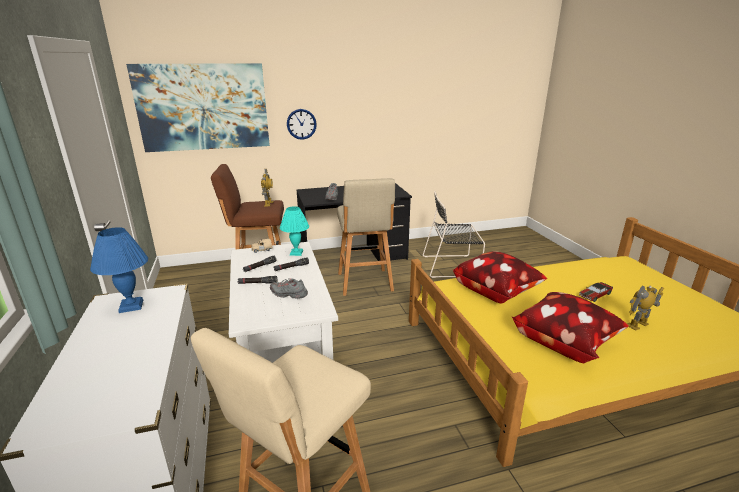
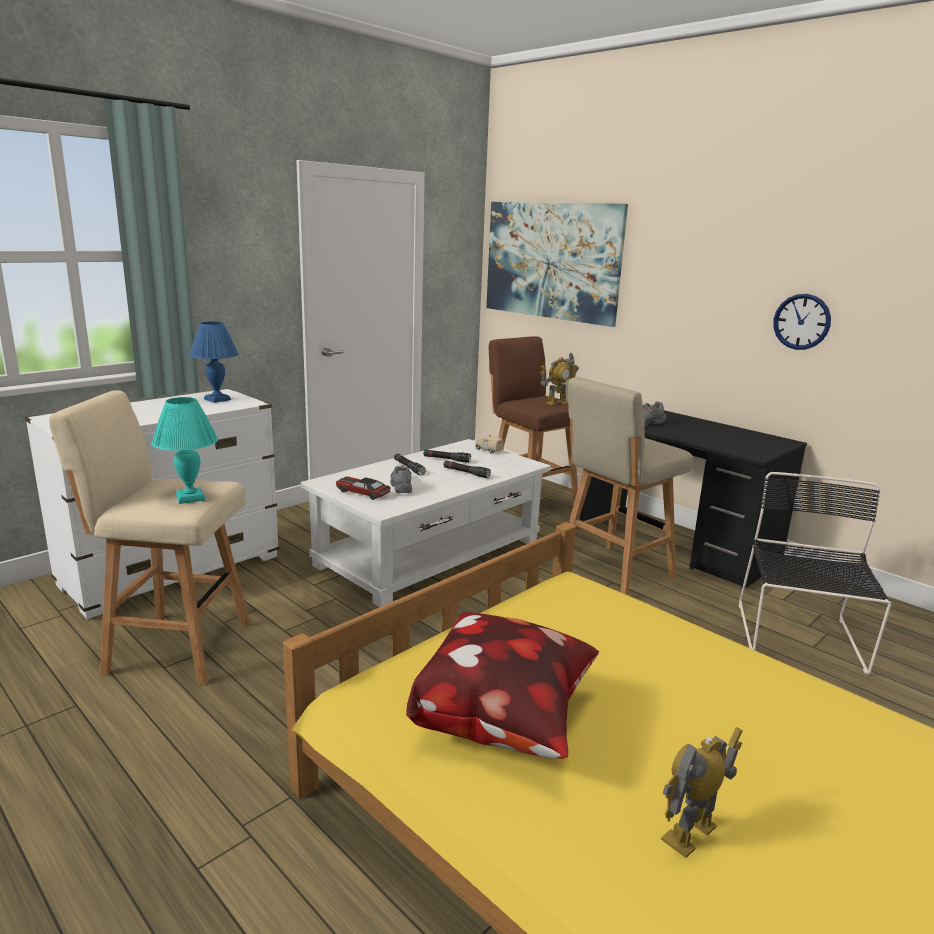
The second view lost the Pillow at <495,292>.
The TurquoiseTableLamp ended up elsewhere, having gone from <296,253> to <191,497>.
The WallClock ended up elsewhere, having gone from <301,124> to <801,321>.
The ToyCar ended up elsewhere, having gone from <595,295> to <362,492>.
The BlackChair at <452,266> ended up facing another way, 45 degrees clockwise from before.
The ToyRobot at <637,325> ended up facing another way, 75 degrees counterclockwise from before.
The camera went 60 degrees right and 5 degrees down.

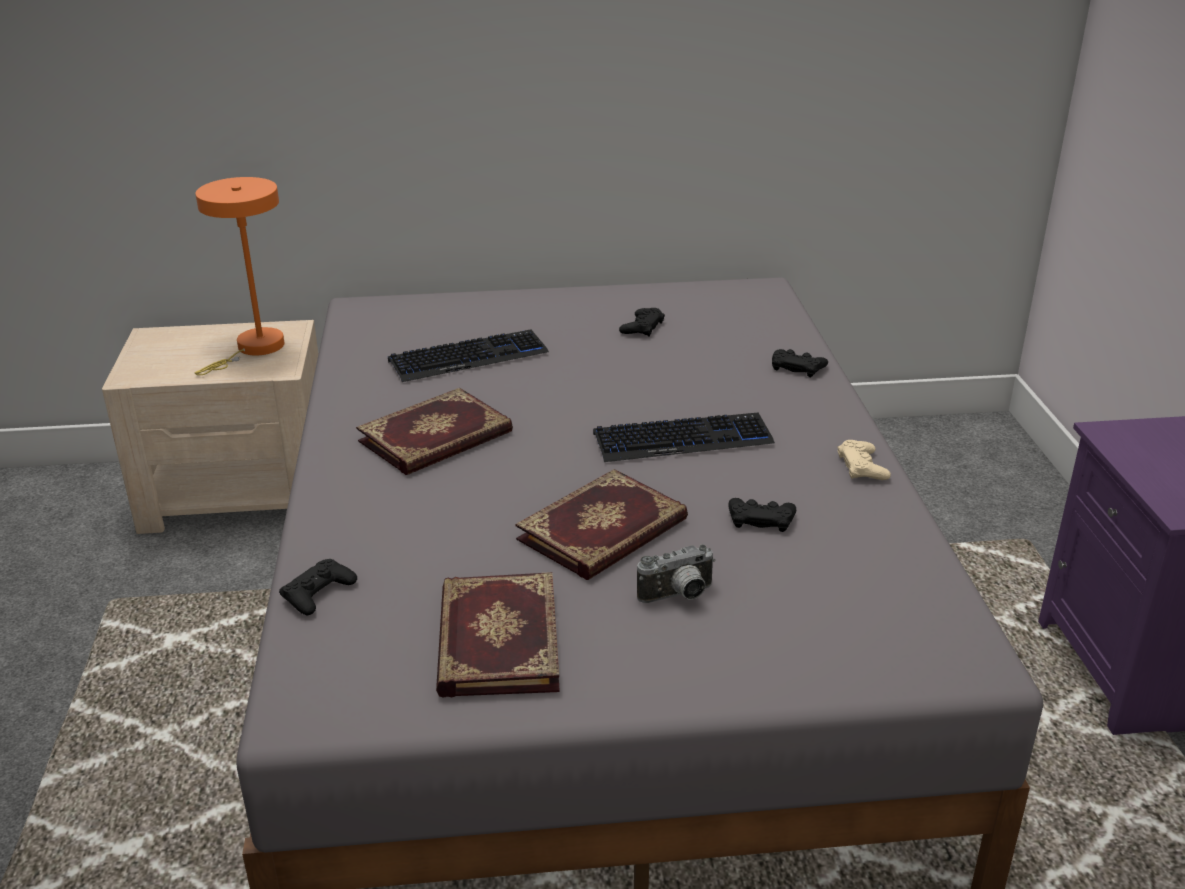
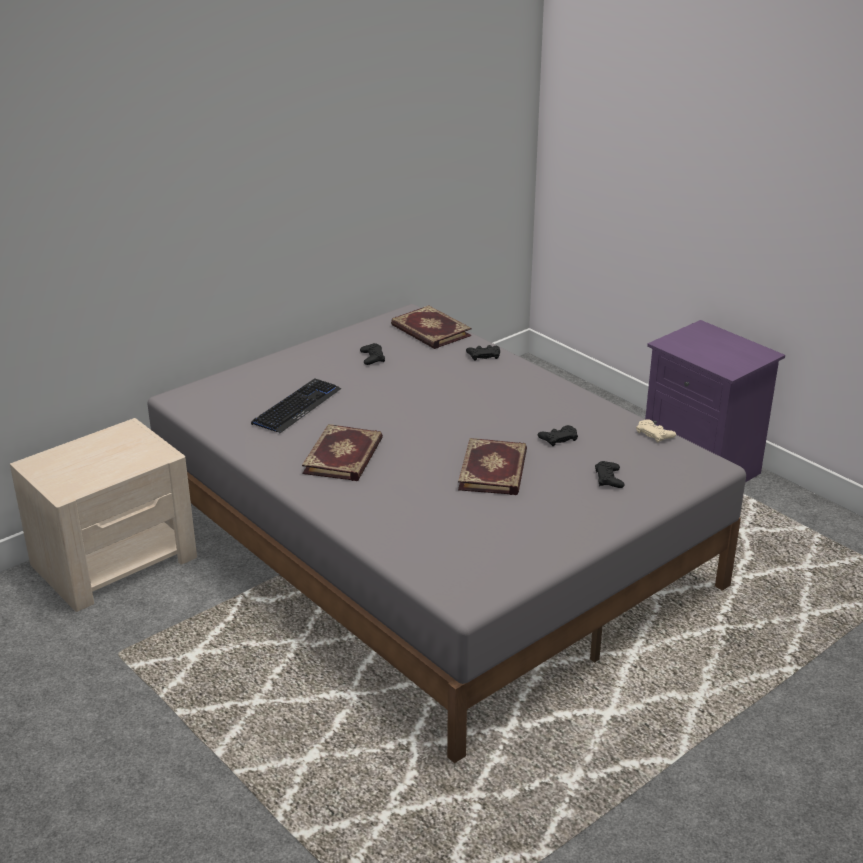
The second view lost the OrangeTableLamp at <255,349>.
The second view lost the Keyboard at <683,440>.
The second view lost the PhotoCamera at <679,596>.
The BlackGameController ended up elsewhere, having gone from <318,593> to <609,478>.
The Book ended up elsewhere, having gone from <495,640> to <430,331>.
The BeigeGameController ended up elsewhere, having gone from <862,466> to <654,434>.
The camera went 35 degrees left and 0 degrees up.

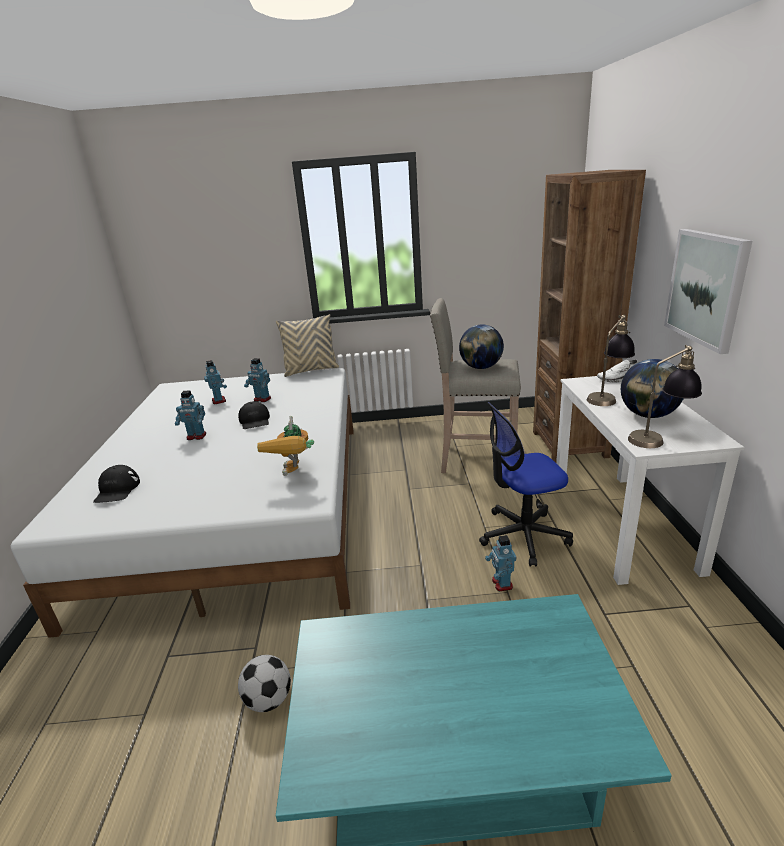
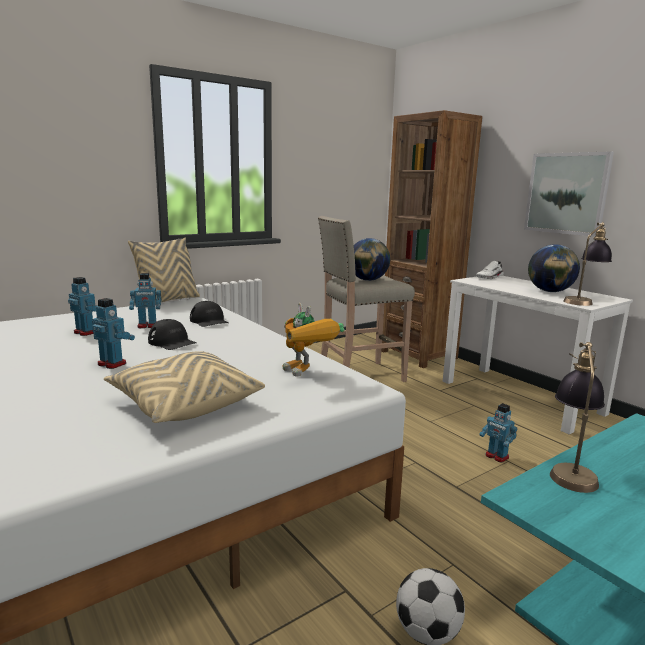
The second view lost the OfficeChair at <523,535>.
The second view gained the BeigePillow at <184,404>.
The BlackCap ended up elsewhere, having gone from <117,490> to <209,321>.
The TableLamp ended up elsewhere, having gone from <608,397> to <571,469>.
The ToyRobot at <196,436> ended up facing another way, 120 degrees counterclockwise from before.
The camera went 35 degrees left and 10 degrees down.

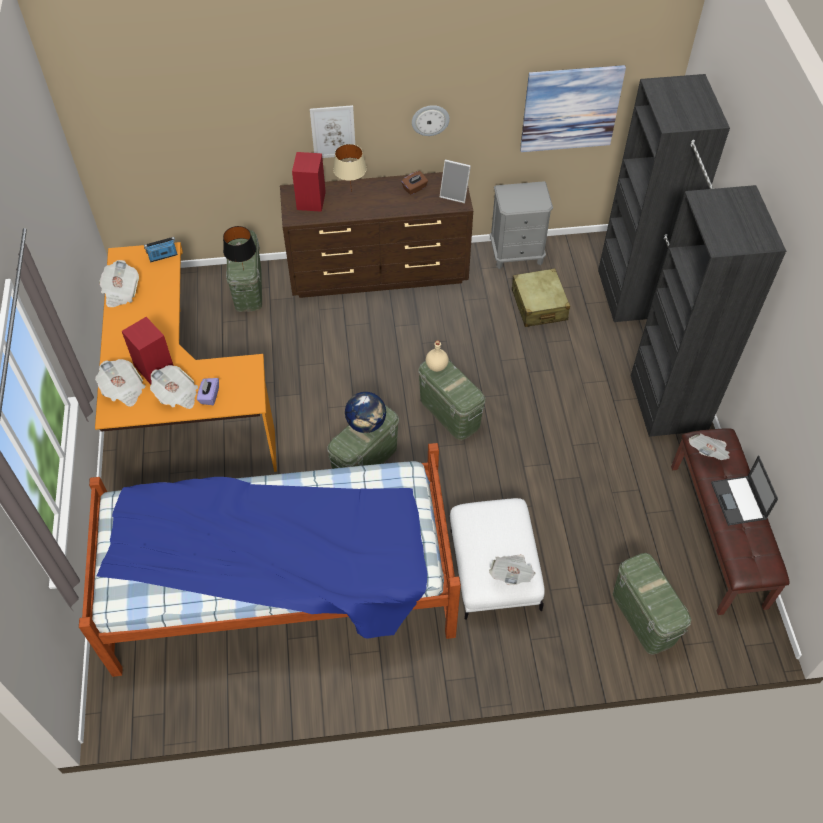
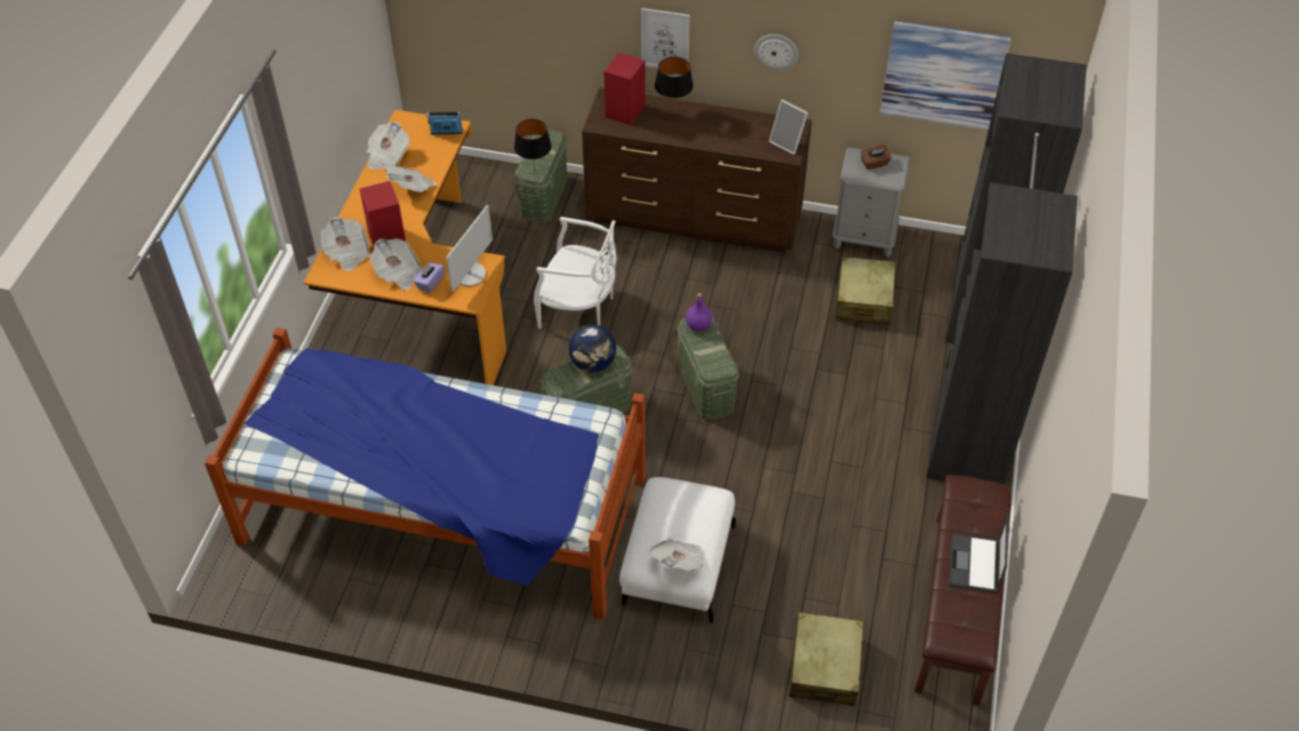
The second view gained the Monitor at <470,274>.
The second view gained the WhiteChair at <579,308>.
The BrownTissueBox ended up elsewhere, having gone from <414,188> to <874,163>.
The Newspaper ended up elsewhere, having gone from <708,453> to <413,188>.
Where the GreenStorageBox stood at <643,617>, the BeigeSuitcase came to stand at <825,666>.
What was the BeigeTableLamp at <351,192> turned into the BlackTableLamp at <673,112>.
What was the BeigeBottle at <436,366> turned into the PurpleBottle at <697,326>.
The camera went 20 degrees right and 5 degrees down.

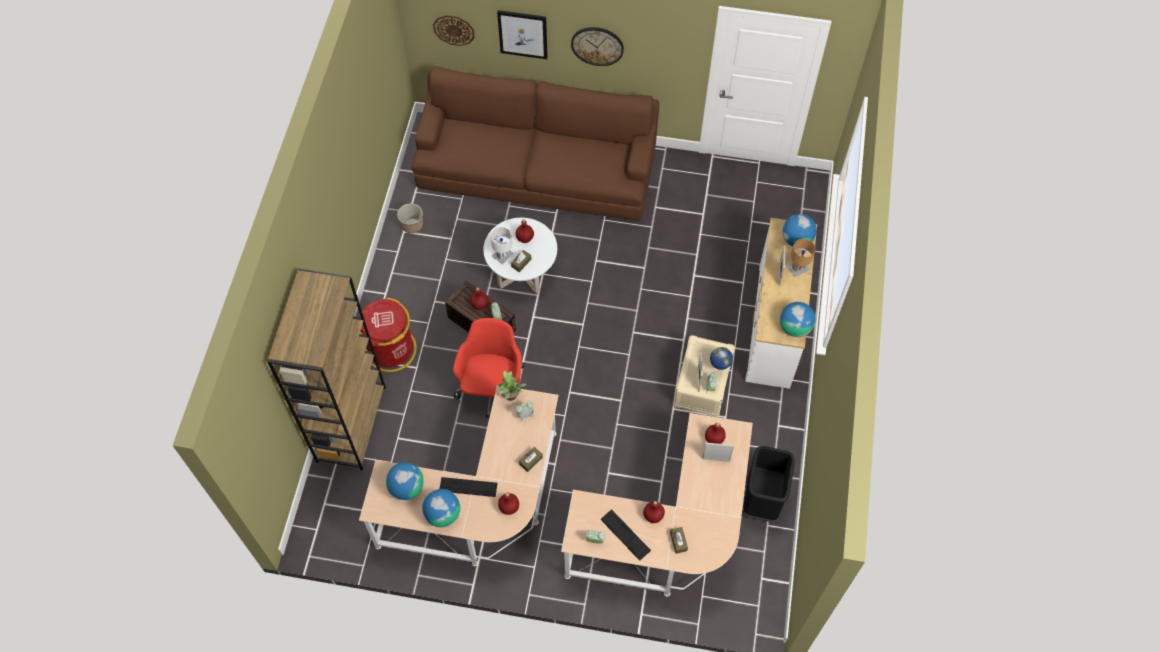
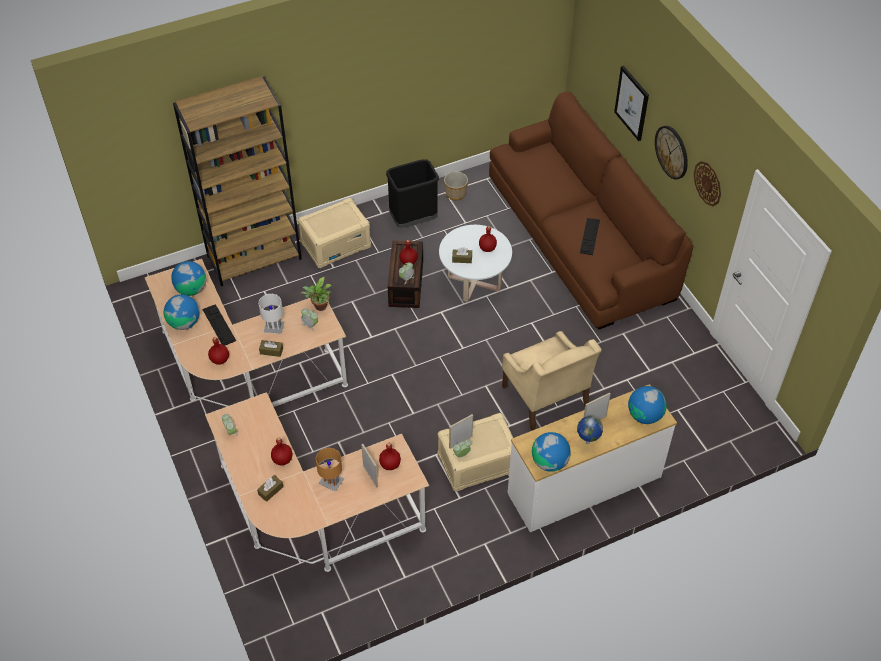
The second view lost the RedOfficeChair at <493,389>.
The second view gained the BeigeArmchair at <545,397>.
The WallClock ended up elsewhere, having gone from <454,30> to <708,183>.
The WhiteTableLamp ended up elsewhere, having gone from <502,255> to <274,328>.
The Keyboard ended up elsewhere, having gone from <625,535> to <589,236>.
The Globe ended up elsewhere, having gone from <718,368> to <587,442>.
The BlackTrashCan ended up elsewhere, having gone from <761,500> to <413,219>.
The BrownTableLamp ended up elsewhere, having gone from <798,269> to <331,482>.
Where the RedTrashCan stood at <391,350>, the BeigeStorageBox came to stand at <336,244>.
The camera went 55 degrees right and 10 degrees down.

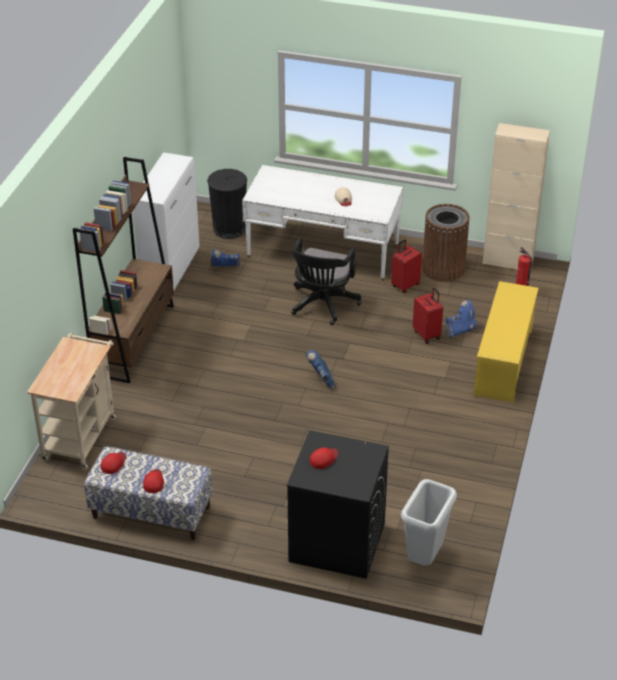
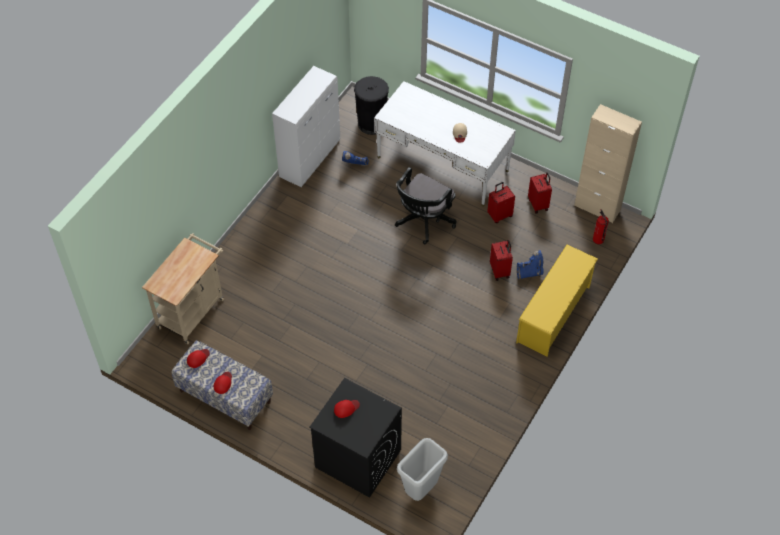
The second view lost the BrownBookcase at <134,340>.
The second view lost the BlueBoot at <322,379>.
Where the BrownTrashCan stood at <443,269>, the RedSuitcase came to stand at <538,204>.
The camera went 15 degrees right and 15 degrees up.

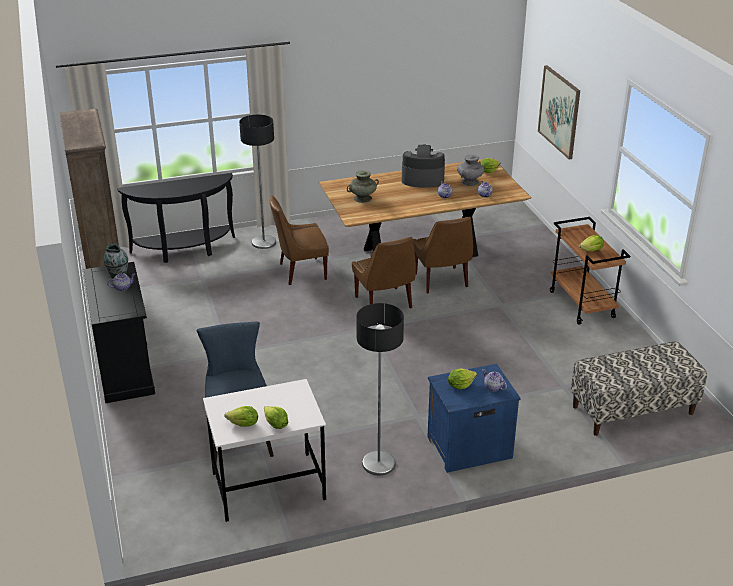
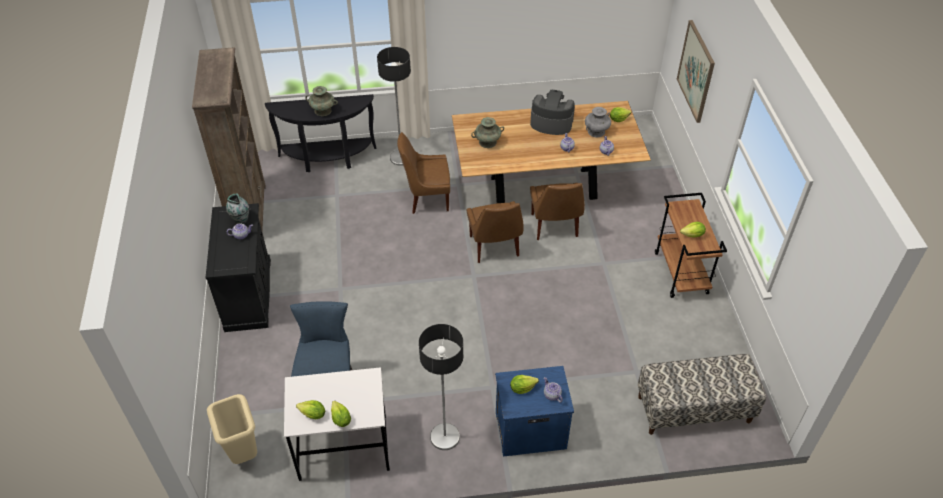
The second view gained the BeigeTrashCan at <244,454>.
The second view gained the TurquoiseVase at <323,111>.
The camera went 10 degrees right and 15 degrees up.

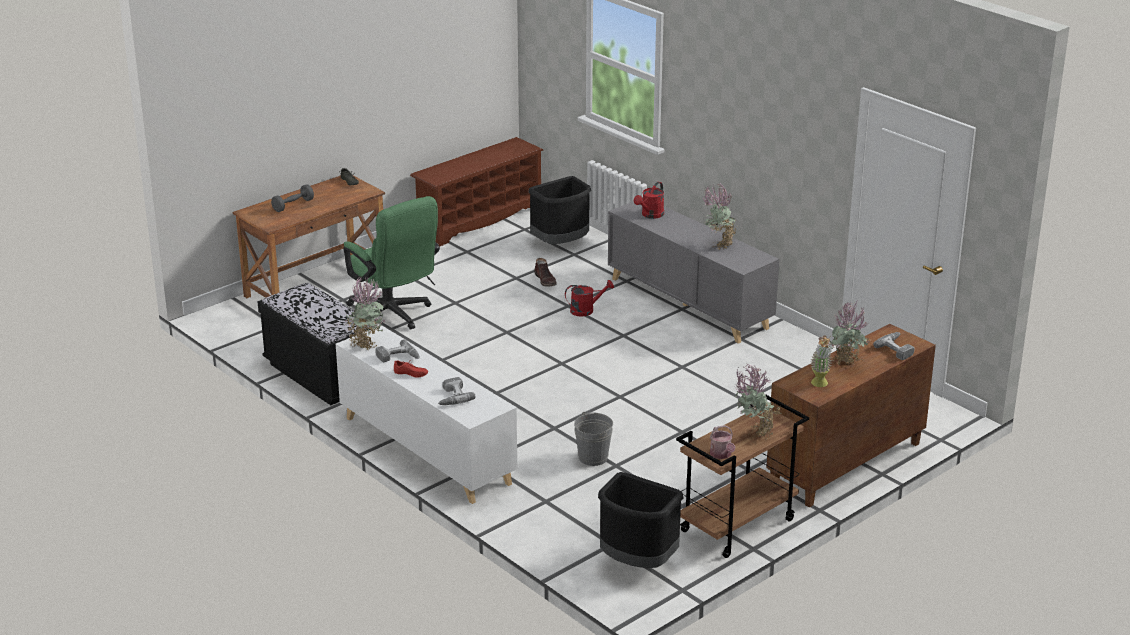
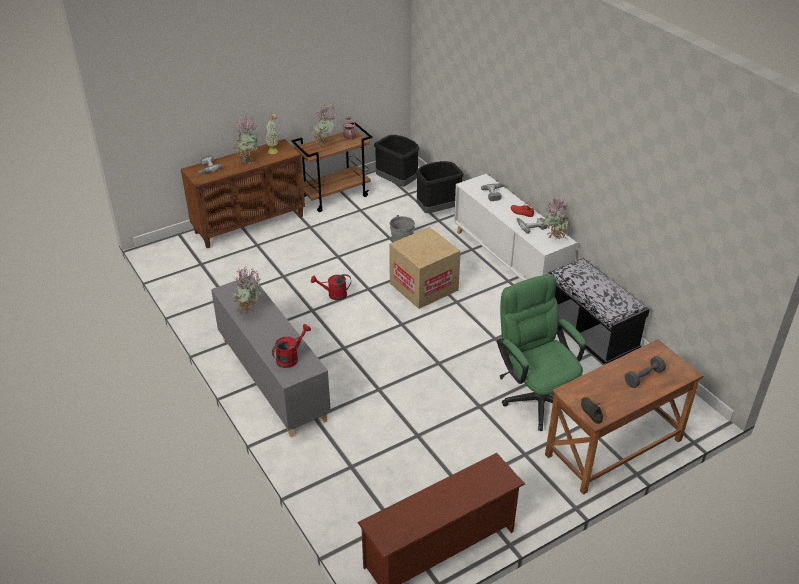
The second view lost the BrownBoot at <546,280>.
The second view gained the CardboardBox at <423,286>.
The BlackTrashCan ended up elsewhere, having gone from <561,244> to <437,211>.
The RedWateringCan ended up elsewhere, having gone from <586,310> to <334,295>.
The camera went 170 degrees left and 10 degrees up.

